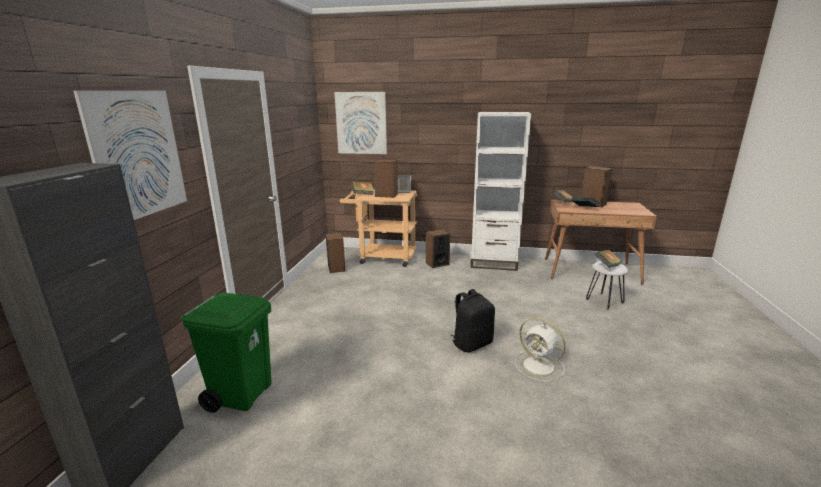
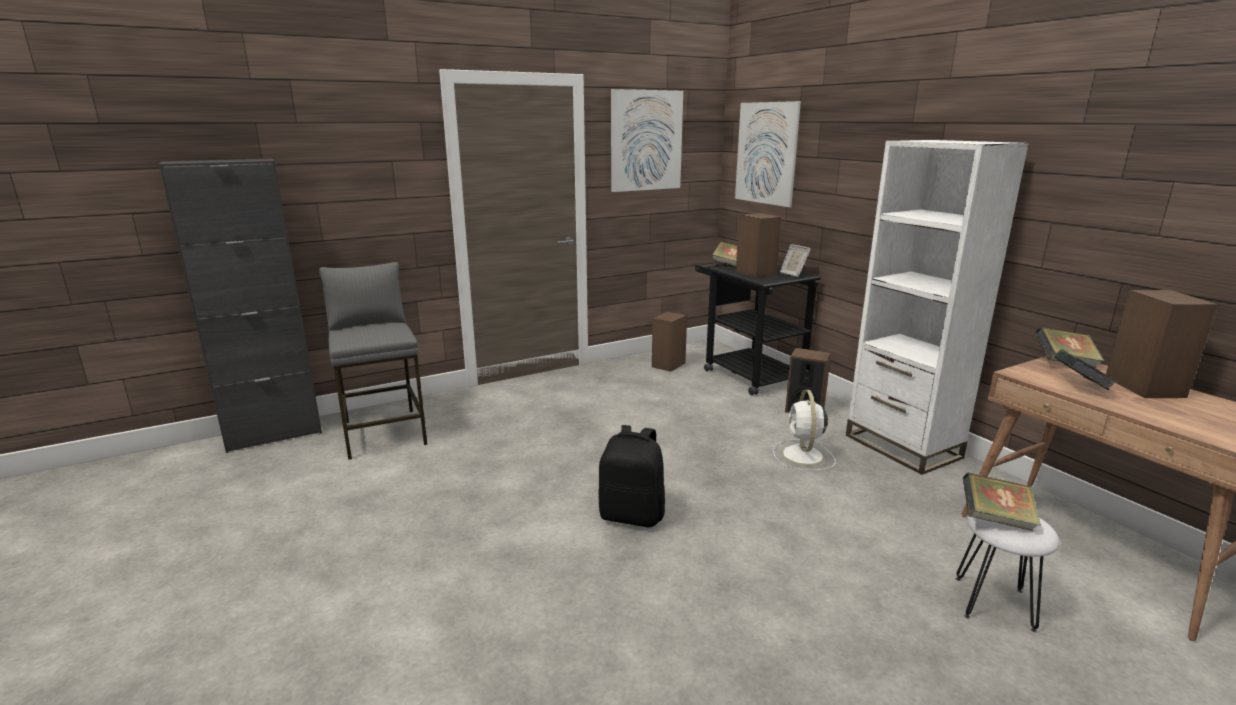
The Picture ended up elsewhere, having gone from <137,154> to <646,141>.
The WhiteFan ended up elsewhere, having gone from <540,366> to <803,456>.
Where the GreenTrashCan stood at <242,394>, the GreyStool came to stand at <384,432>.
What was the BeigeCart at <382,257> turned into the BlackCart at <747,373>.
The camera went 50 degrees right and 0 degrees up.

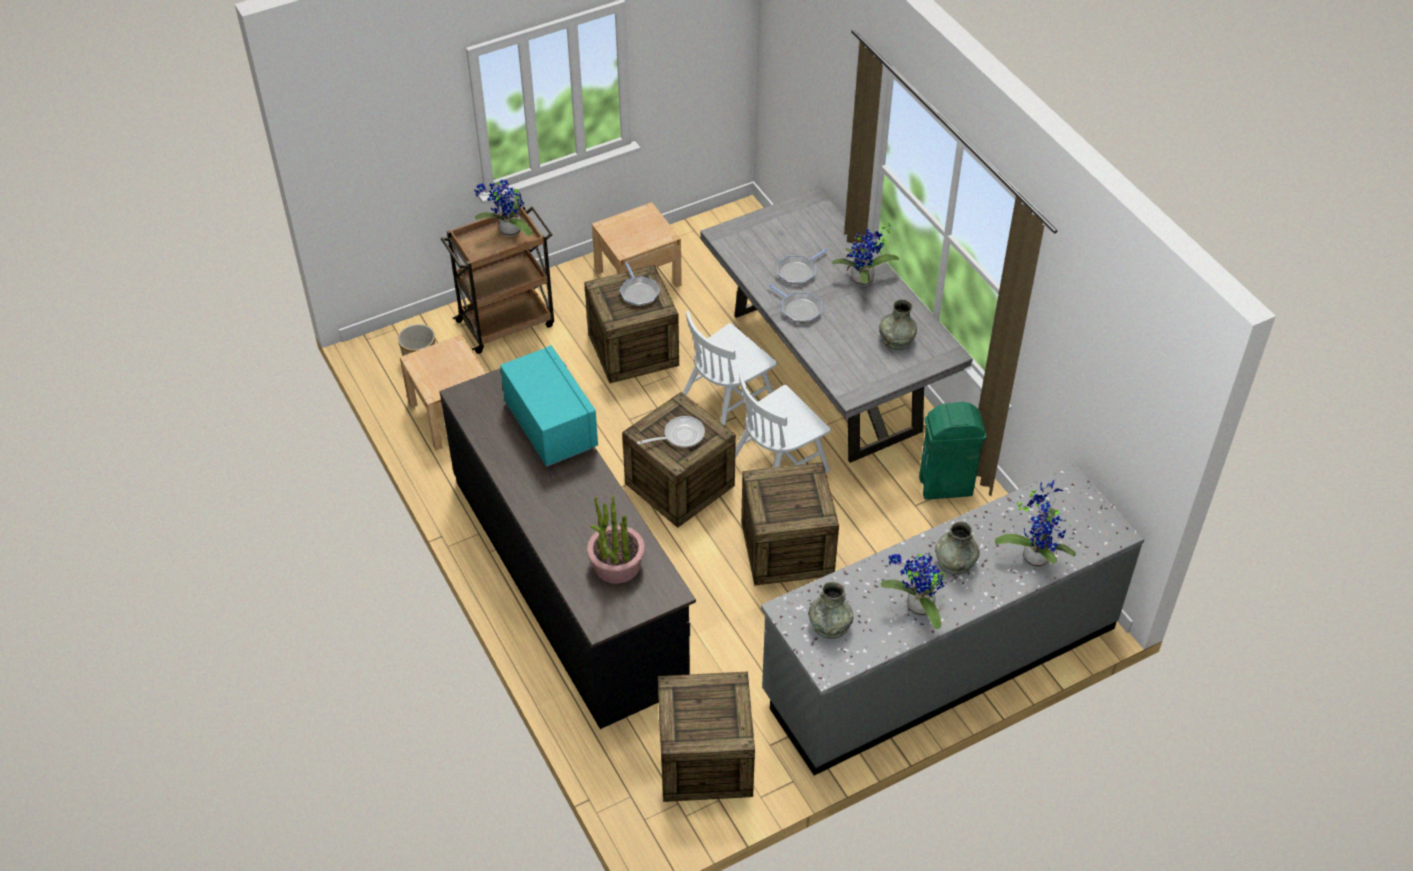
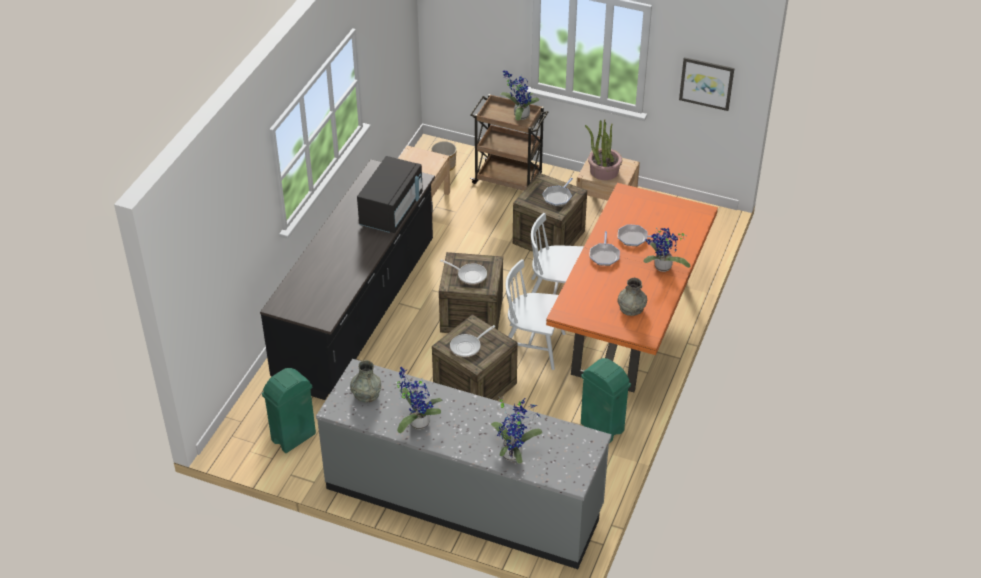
The second view lost the GreyVase at <955,560>.
The second view gained the FryingPan at <468,346>.
The second view gained the Picture at <706,83>.
The PottedPlant ended up elsewhere, having gone from <616,564> to <603,171>.
Where the Crate stood at <705,760>, the GreenTrashCan came to stand at <293,437>.
What was the TurquoiseMicrowave at <551,426> turned into the BlackMicrowave at <391,210>.
What was the GreyDiningTable at <826,373> turned into the OrangeDiningTable at <630,324>.
The camera went 50 degrees right and 5 degrees down.

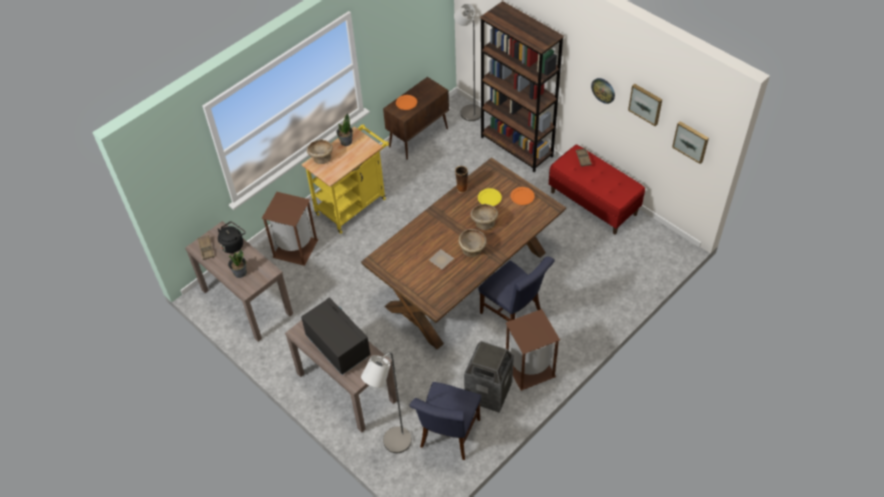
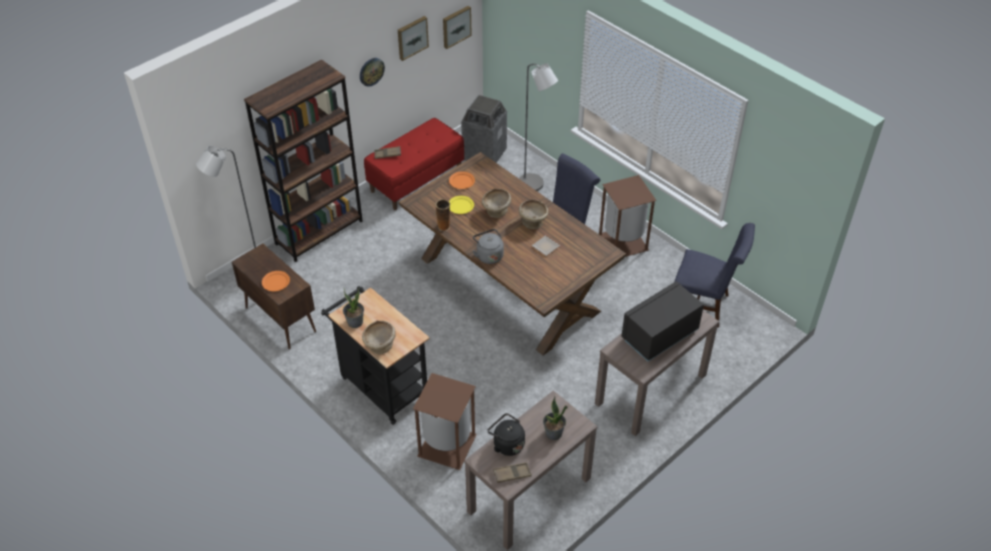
The second view gained the GreyKettle at <488,255>.
The GreyFloorLamp ended up elsewhere, having gone from <393,444> to <534,185>.
The TrashCan ended up elsewhere, having gone from <488,392> to <484,154>.
What was the YellowCart at <354,204> turned into the BlackCart at <381,385>.
The camera went 90 degrees left and 5 degrees down.

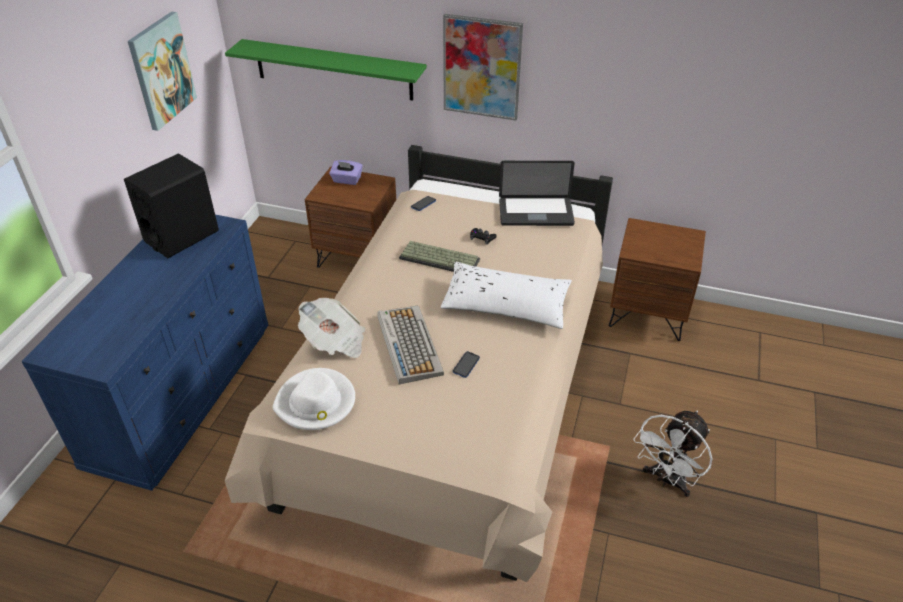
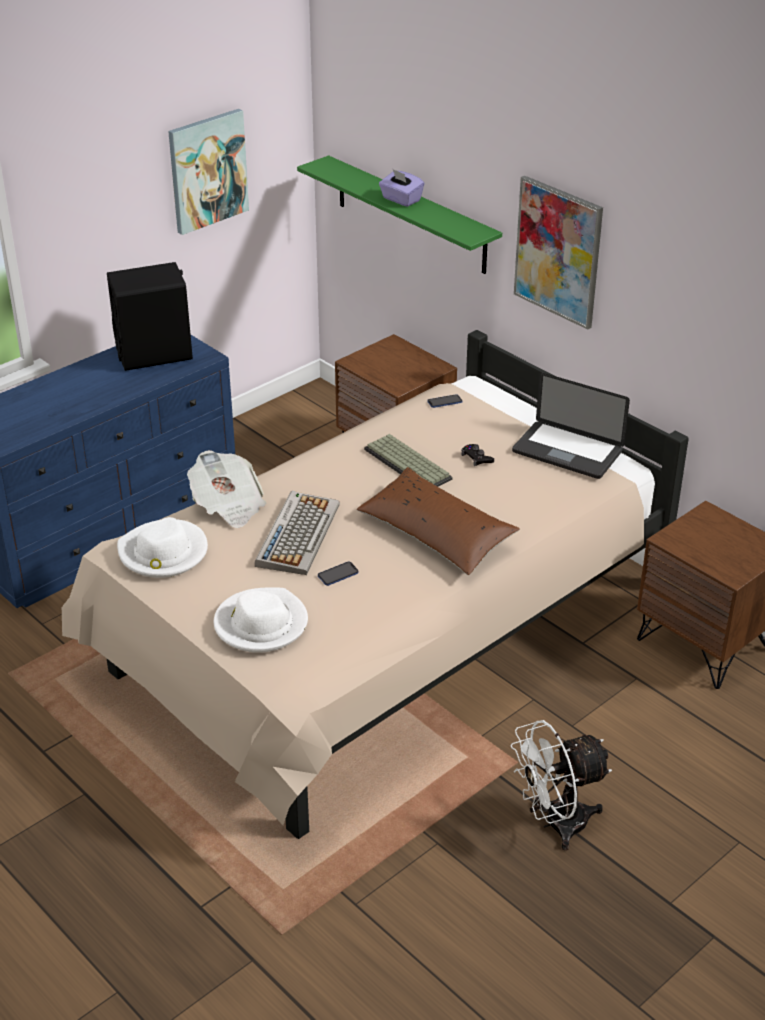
The second view gained the WhiteHat at <261,624>.
The PurpleTissueBox ended up elsewhere, having gone from <346,180> to <401,200>.
What was the WhitePillow at <505,305> turned into the BrownPillow at <436,534>.
The camera went 30 degrees right and 5 degrees down.

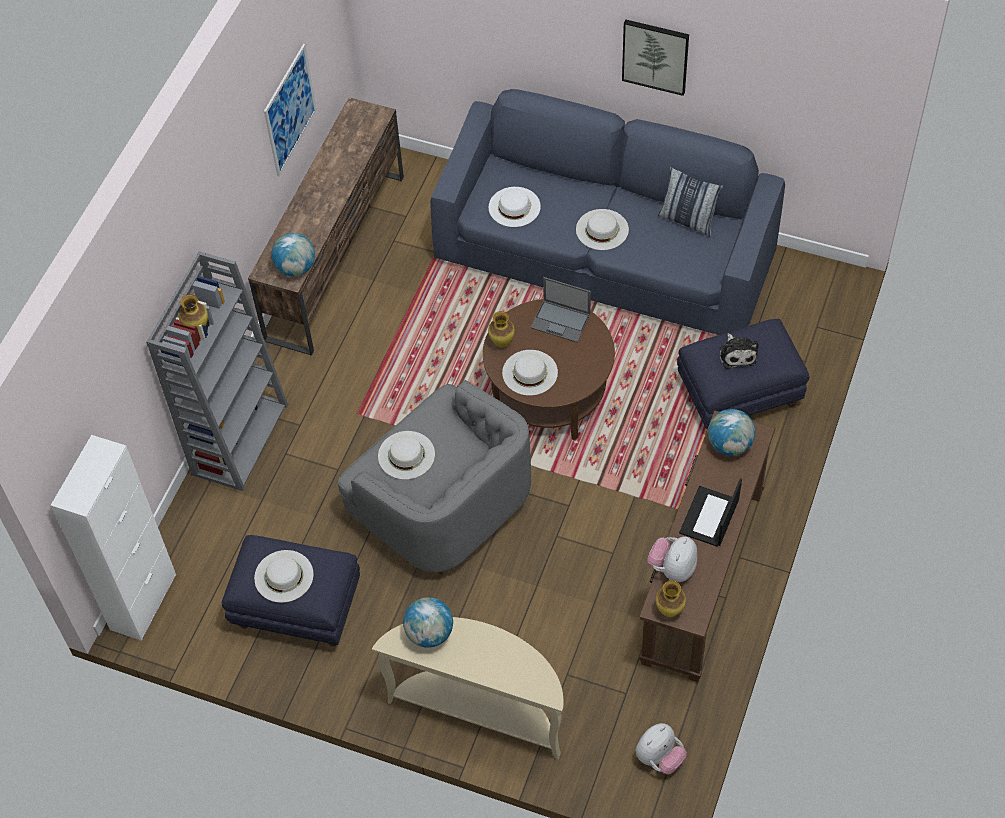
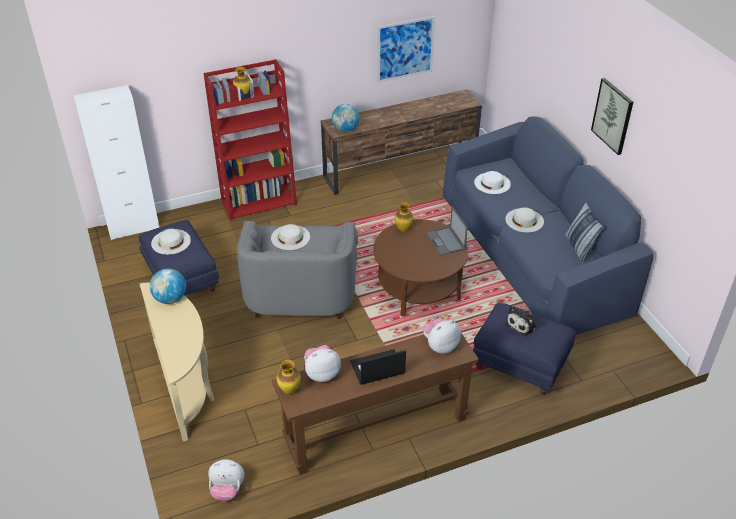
The second view lost the WhiteHat at <530,372>.
Where the Globe stood at <730,444>, the PlushToy came to stand at <440,346>.
What was the GreyBookcase at <239,438> turned into the RedBookcase at <259,202>.
The camera went 45 degrees right and 15 degrees down.

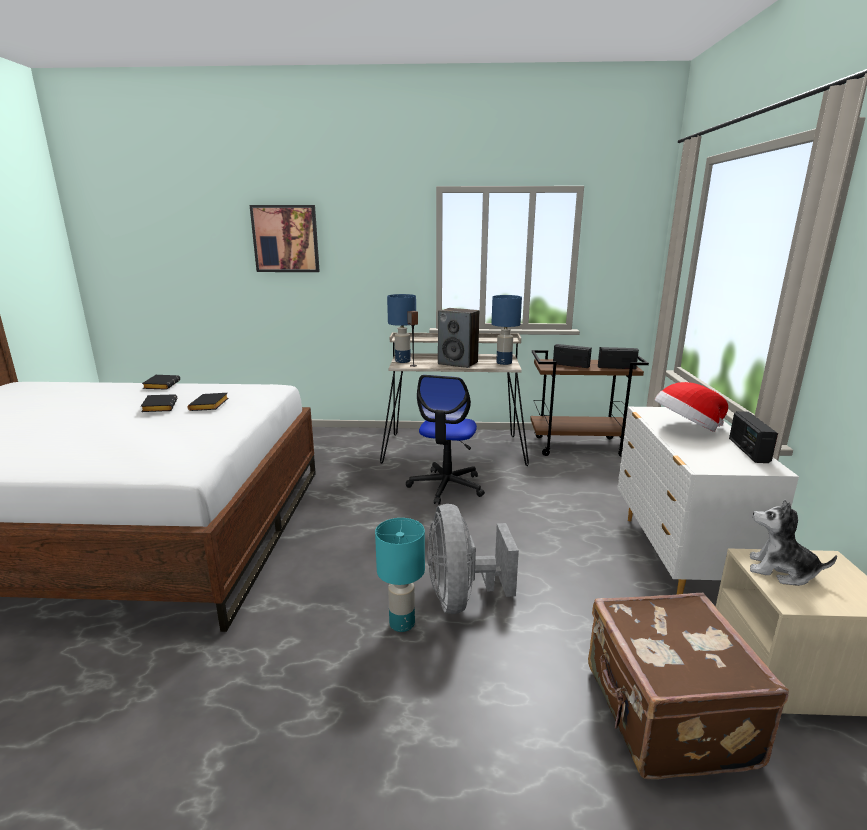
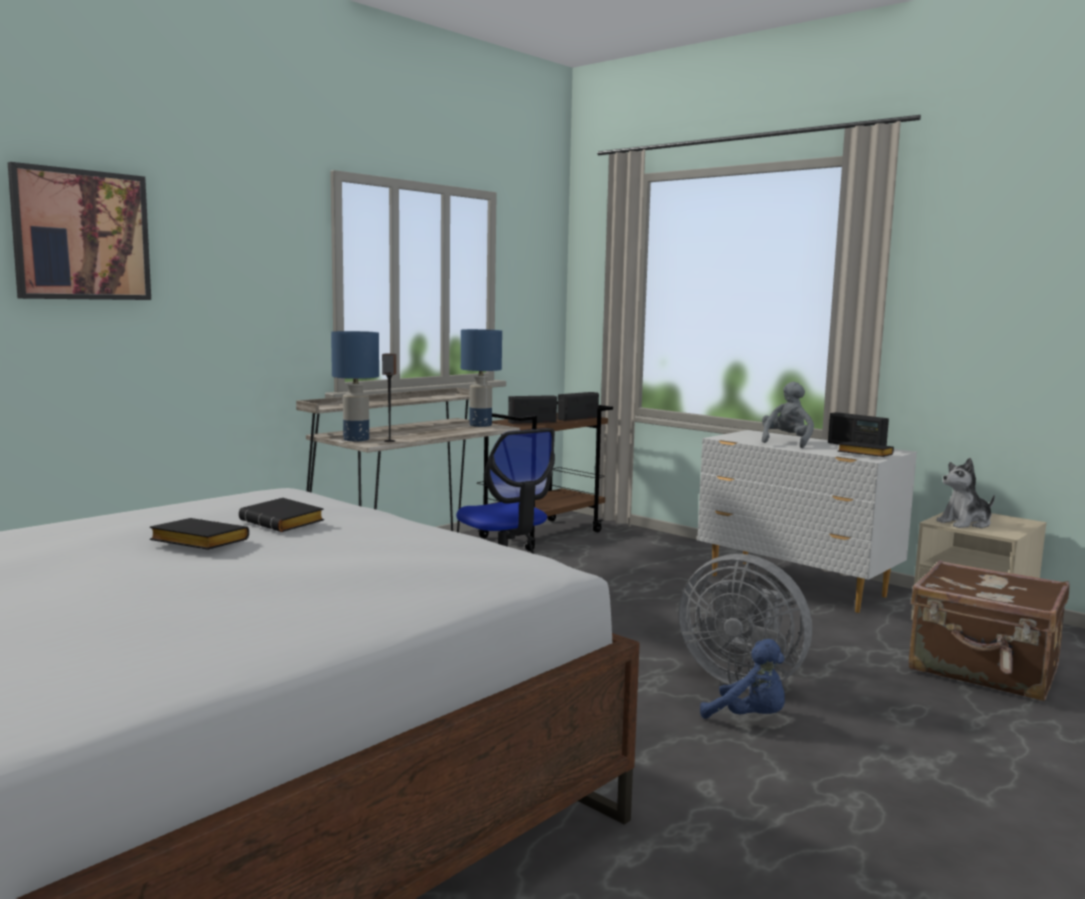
The second view lost the Speaker at <458,363>.
The BlackBook ended up elsewhere, having gone from <161,385> to <863,454>.
Where the TurquoiseTableLamp stood at <401,624>, the BluePlushToy came to stand at <749,718>.
Where the Hat stood at <686,429>, the GreyPlushToy came to stand at <786,442>.
The camera went 50 degrees left and 10 degrees down.

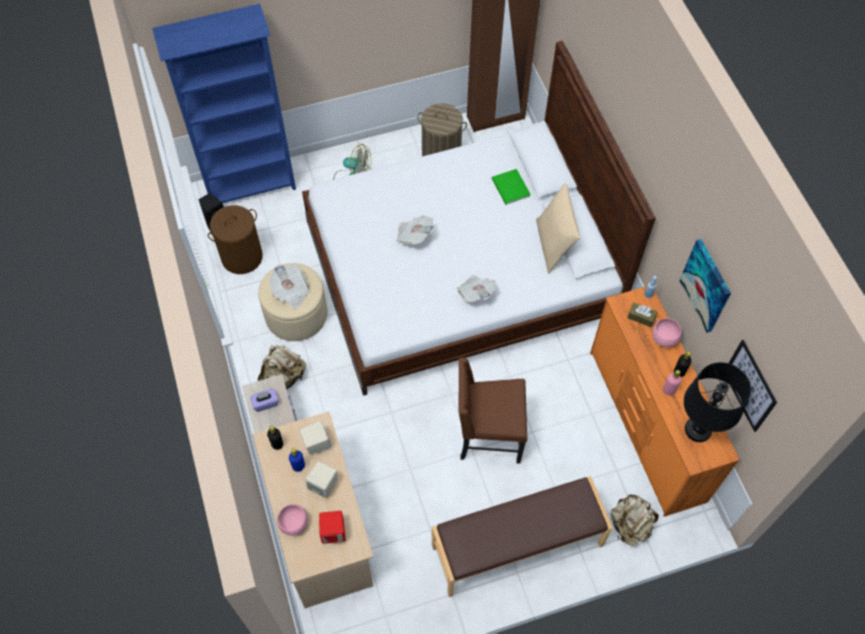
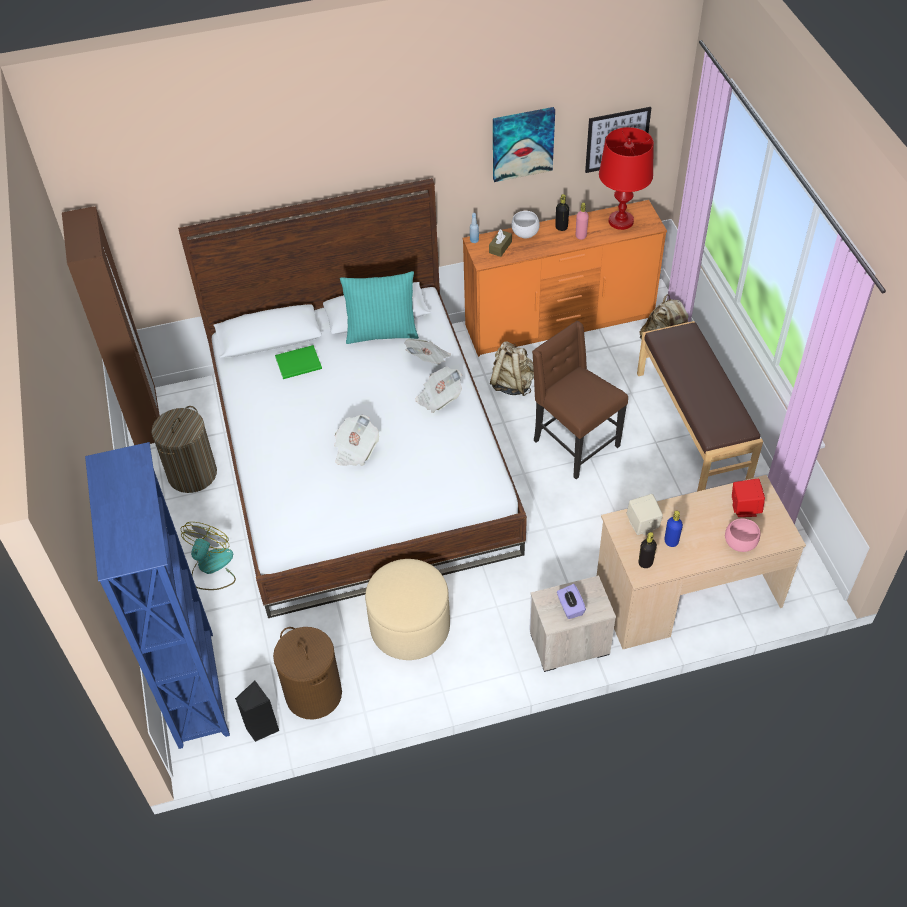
The second view lost the BeigeSpeaker at <323,485>.
The BeigeBackpack ended up elsewhere, having gone from <283,377> to <512,384>.
The Newspaper ended up elsewhere, having gone from <291,291> to <428,359>.
What was the BeigePillow at <553,245> turned into the TurquoisePillow at <382,332>.
What was the PinkBowl at <663,339> turned into the WhiteBowl at <525,234>.
What was the BlackTableLamp at <697,429> turned into the RedTableLamp at <620,221>.
The BrownChair at <487,436> ended up facing another way, 135 degrees clockwise from before.
The camera went 85 degrees left and 10 degrees down.

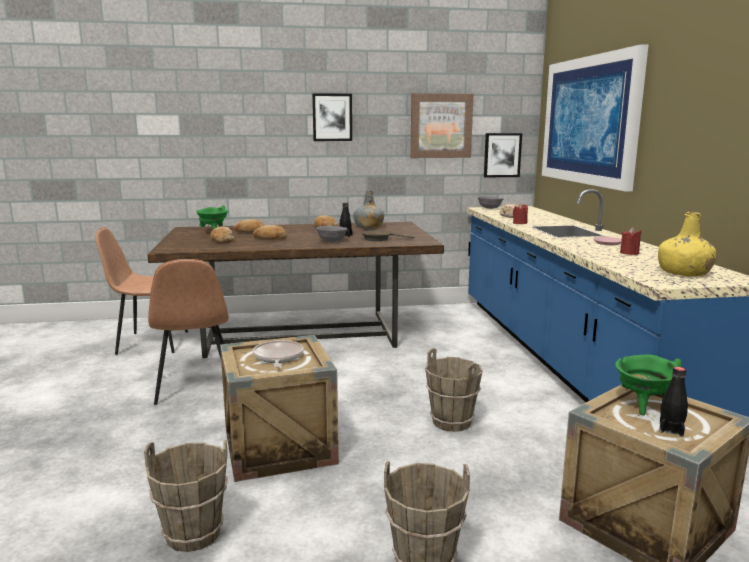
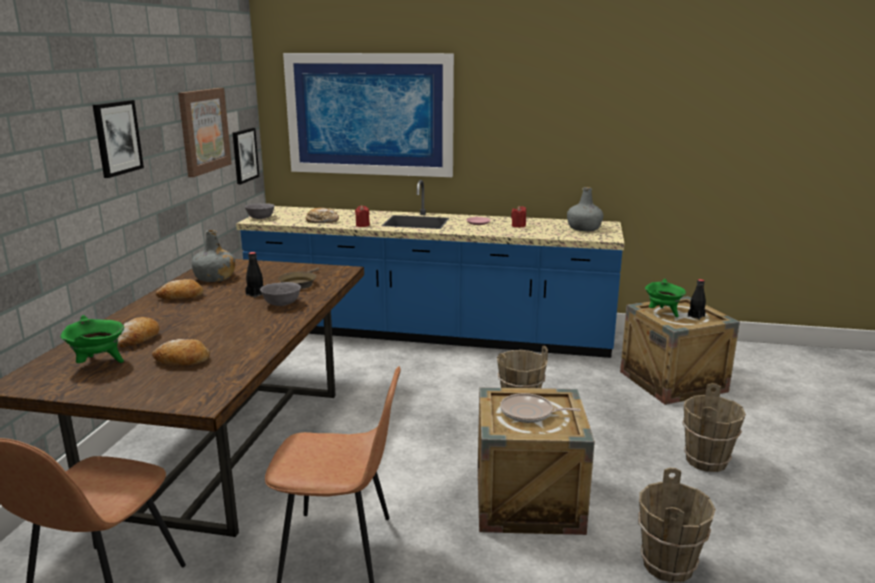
The second view lost the Bread at <270,238>.
What was the YellowBottle at <684,272> turned into the GreyBottle at <584,229>.
The camera went 70 degrees left and 5 degrees up.

